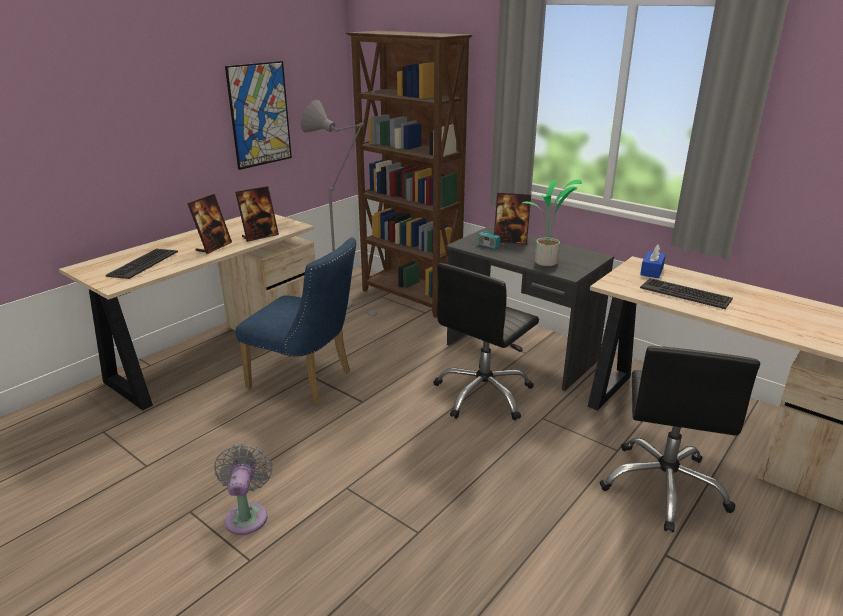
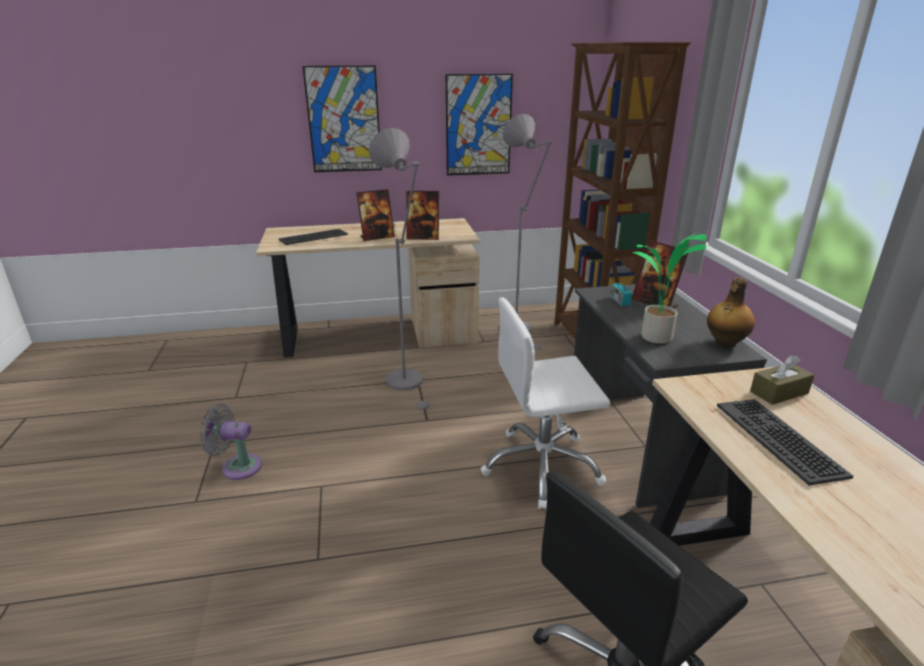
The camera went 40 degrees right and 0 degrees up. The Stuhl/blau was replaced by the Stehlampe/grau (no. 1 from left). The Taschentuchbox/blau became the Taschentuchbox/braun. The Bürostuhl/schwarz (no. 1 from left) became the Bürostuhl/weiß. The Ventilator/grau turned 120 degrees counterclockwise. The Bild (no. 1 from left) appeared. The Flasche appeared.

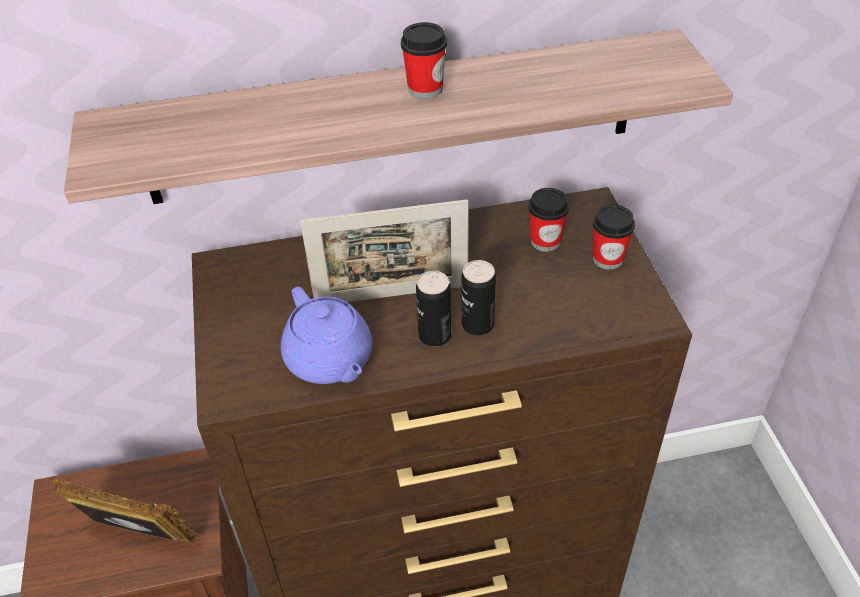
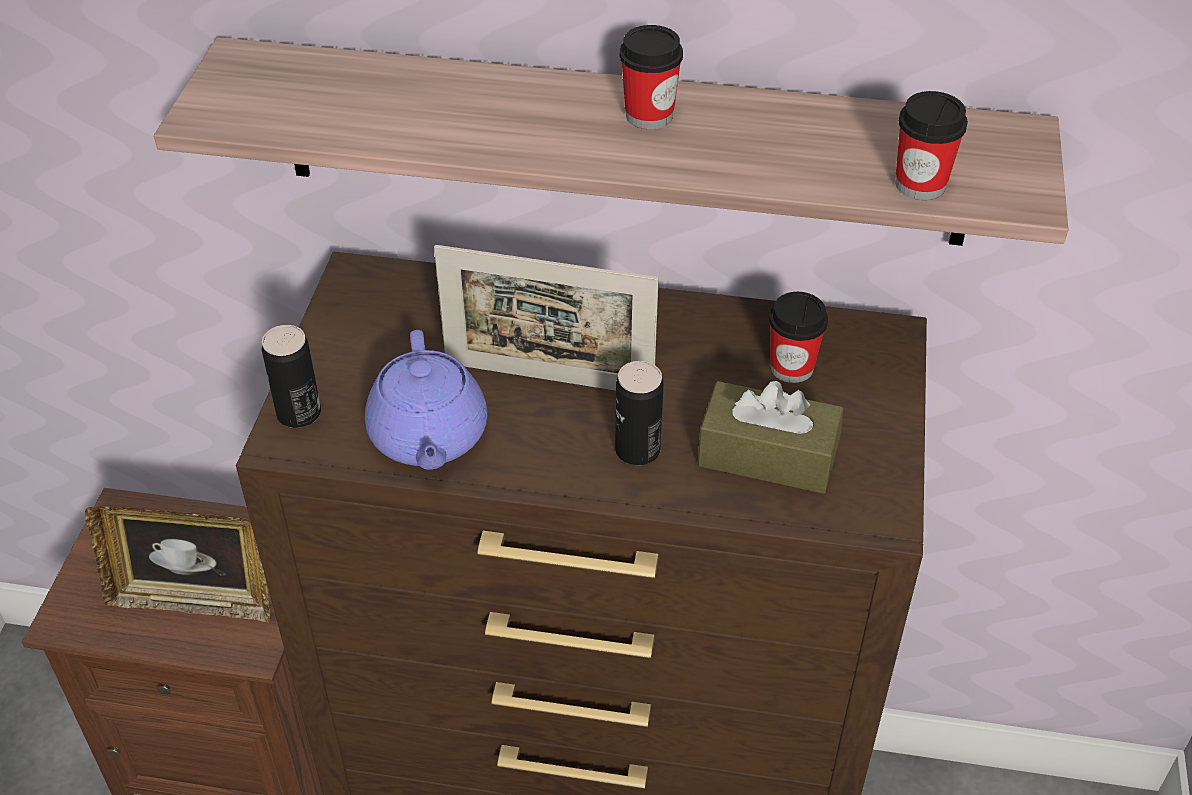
The camera went 20 degrees right and 0 degrees up. The Tasse (no. 3 from left) moved. The Dose (no. 1 from left) moved. The Bilderrahmen (no. 1 from left) turned 150 degrees clockwise. The Taschentuchbox/braun appeared.

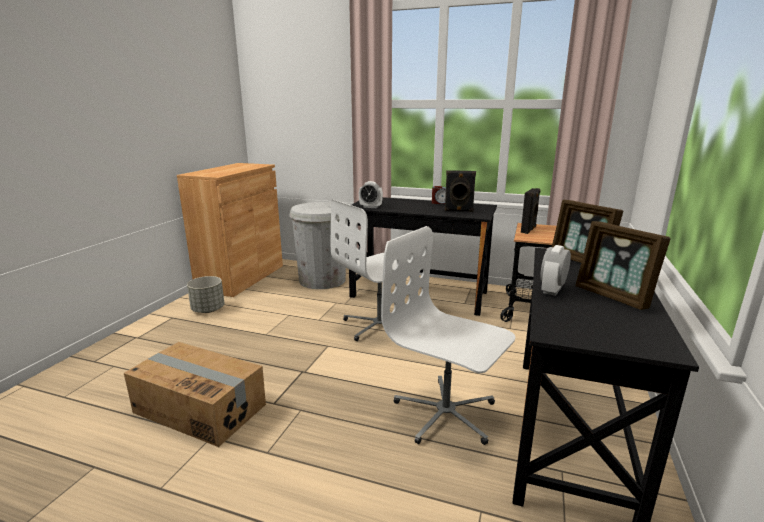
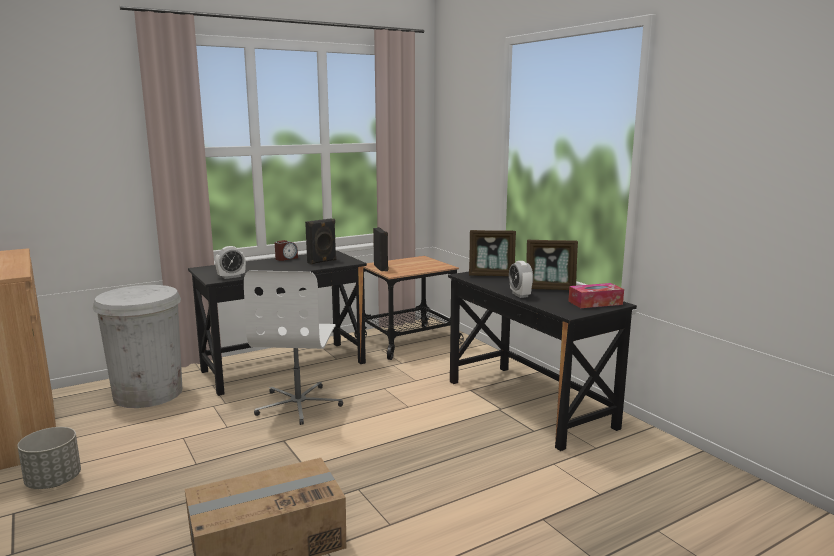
The camera went 50 degrees left and 5 degrees down. The Bürostuhl/weiß (no. 2 from left) disappeared. The Taschentuchbox appeared.

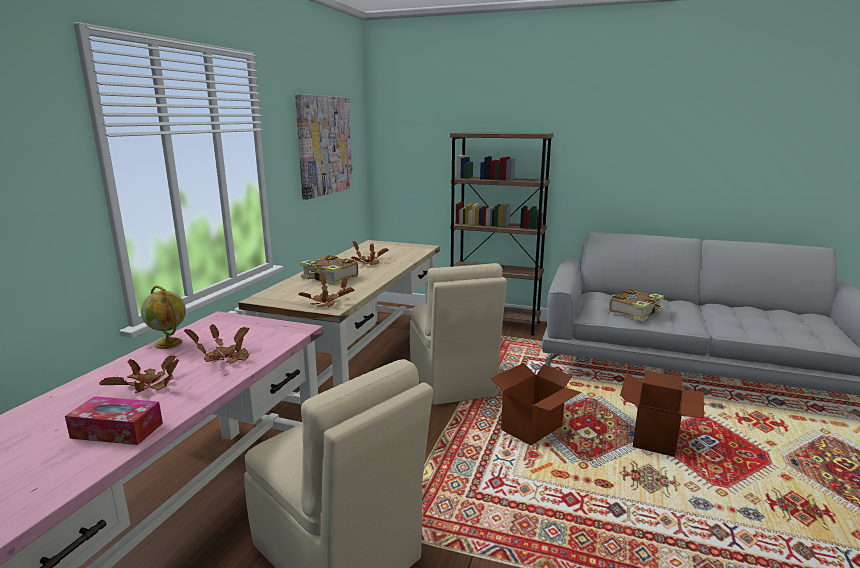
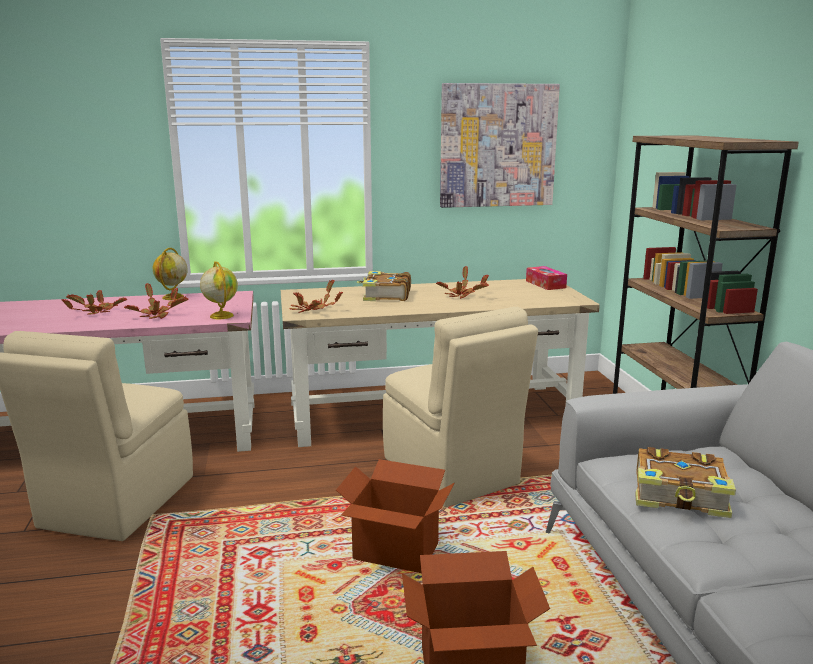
The camera went 60 degrees right and 0 degrees up. The Stuhl/beige (no. 2 from left) turned 75 degrees counterclockwise. The Taschentuchbox moved. The Globus (no. 2 from left) appeared.

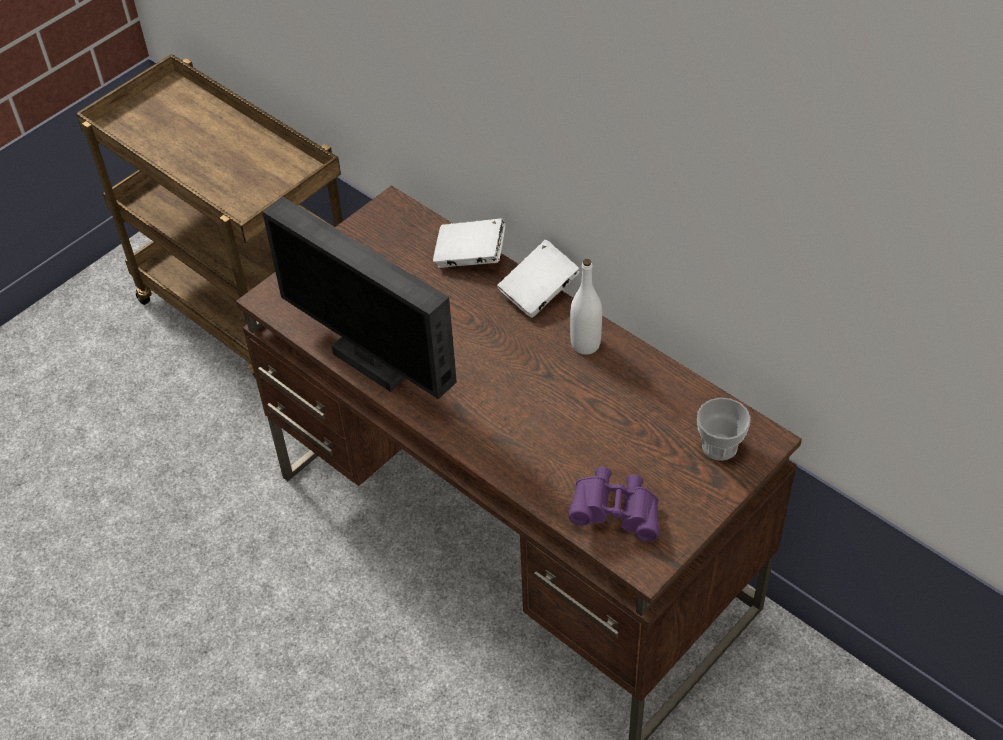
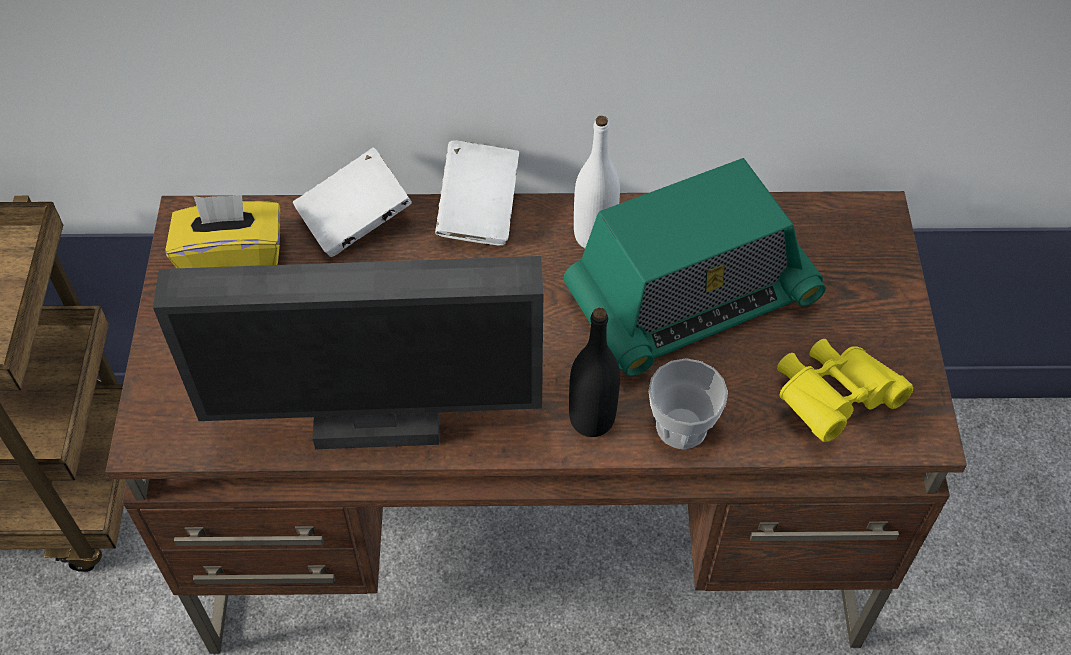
The camera went 45 degrees left and 5 degrees up. The Tasse moved. The Fernglas/lila became the Fernglas/gelb. The Radio appeared. The Taschentuchbox/gelb appeared. The Flasche/schwarz appeared.

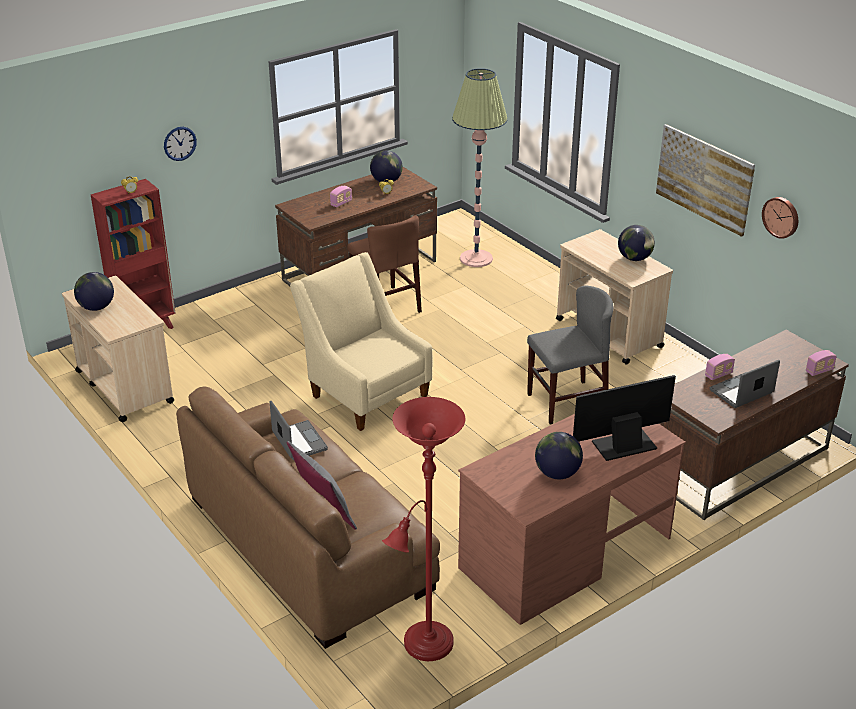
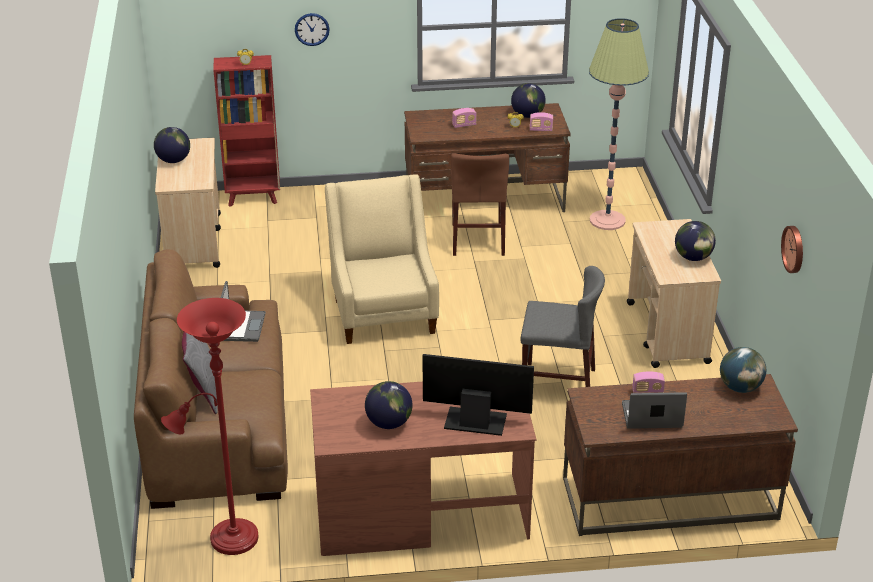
The camera went 30 degrees right and 0 degrees up. The Bild disappeared. The Radio (no. 3 from left in the first image) moved. The Globus (no. 5 from left) appeared.

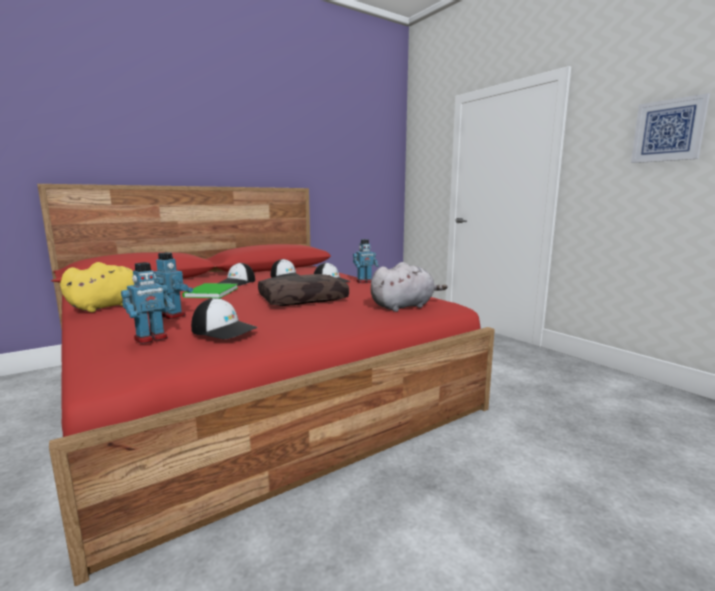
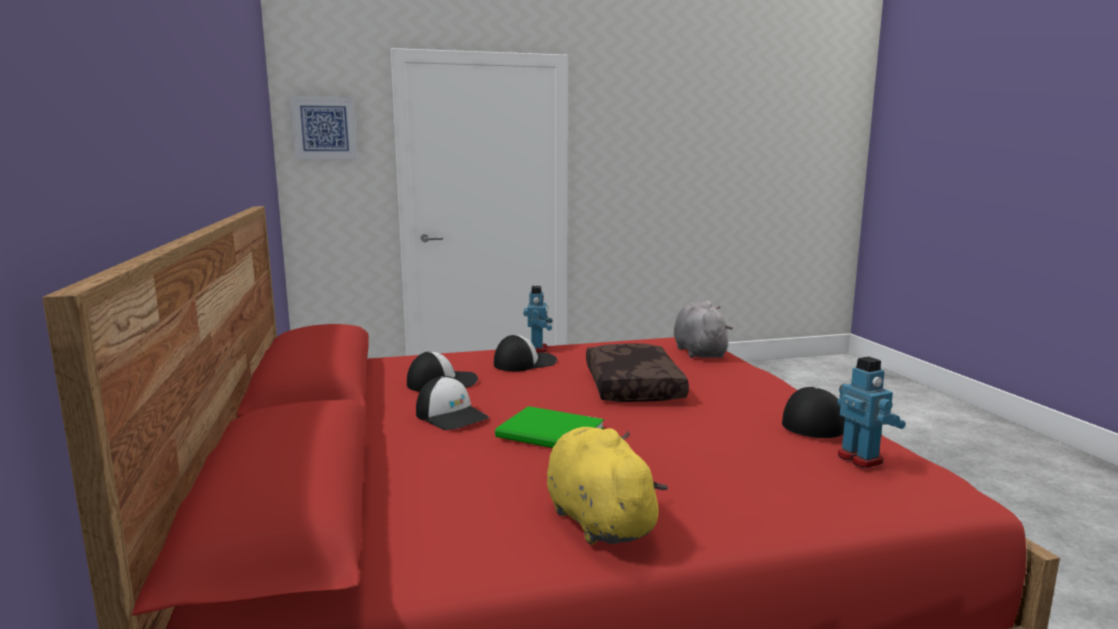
The camera went 70 degrees left and 0 degrees up. The Bild moved. The Spielzeugroboter (no. 2 from left) disappeared.

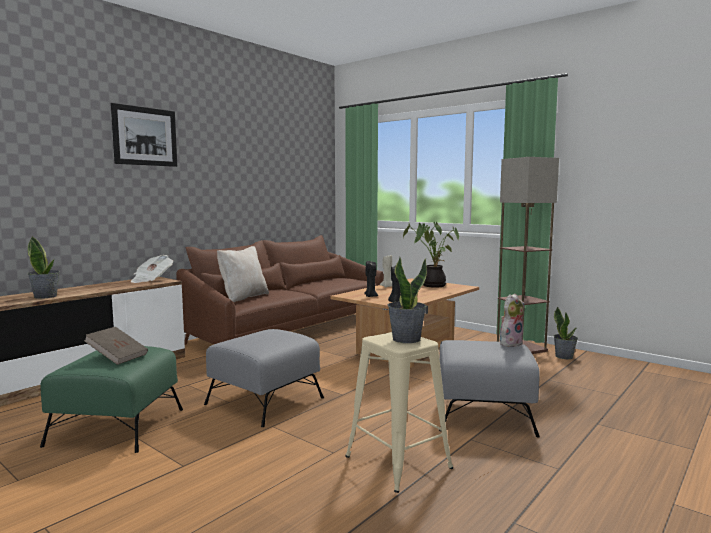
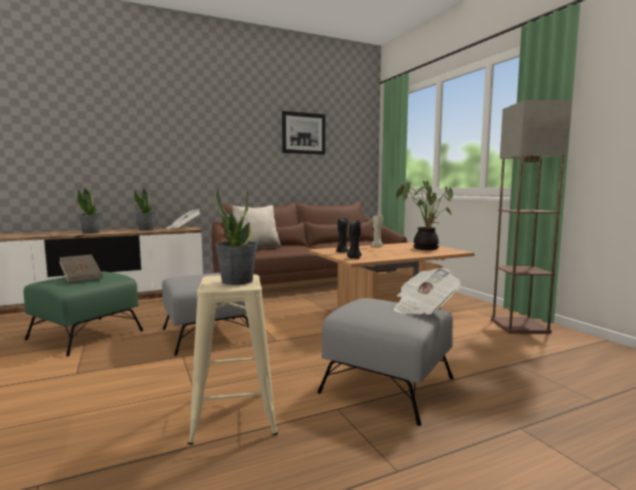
The camera went 25 degrees right and 0 degrees up. The Bild moved. The Plüschtier was replaced by the Zeitung (no. 2 from left). The Topfpflanze (no. 4 from left in the first image) moved.

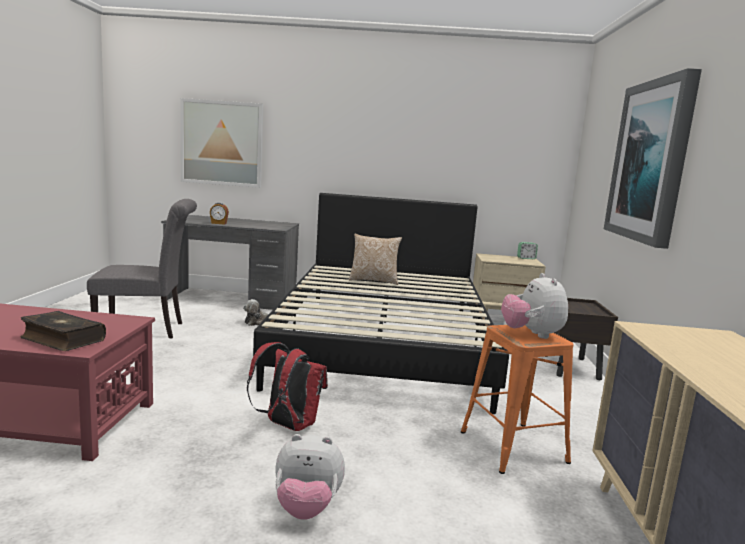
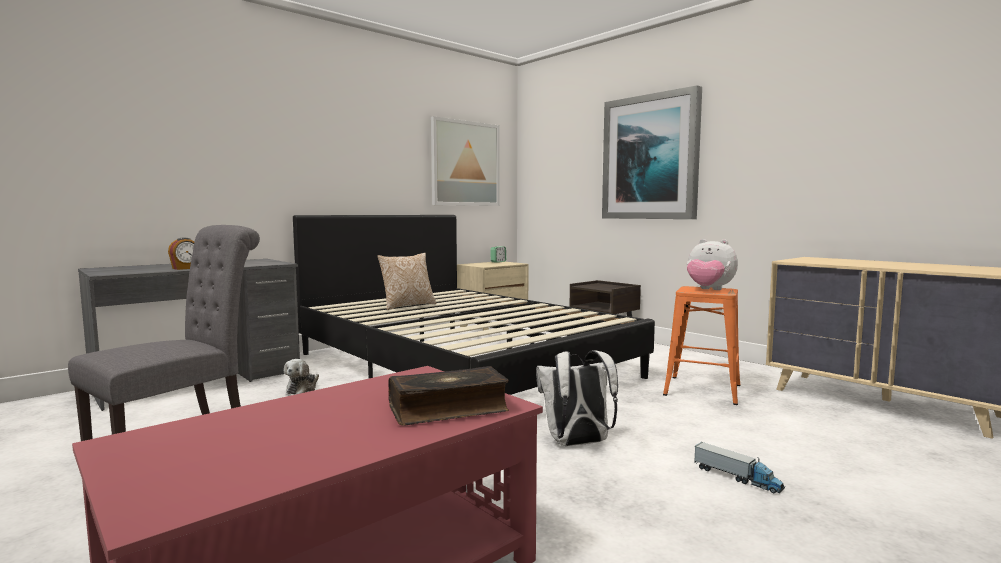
The camera went 45 degrees left and 5 degrees down. The Bild (no. 1 from left) moved. The Rucksack/rot became the Rucksack/weiß. The Plüschtier (no. 2 from left) was replaced by the Spielzeuglaster.

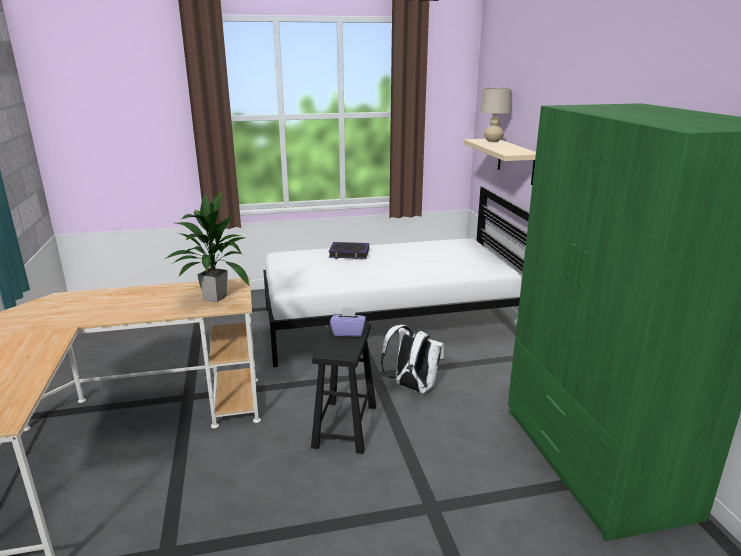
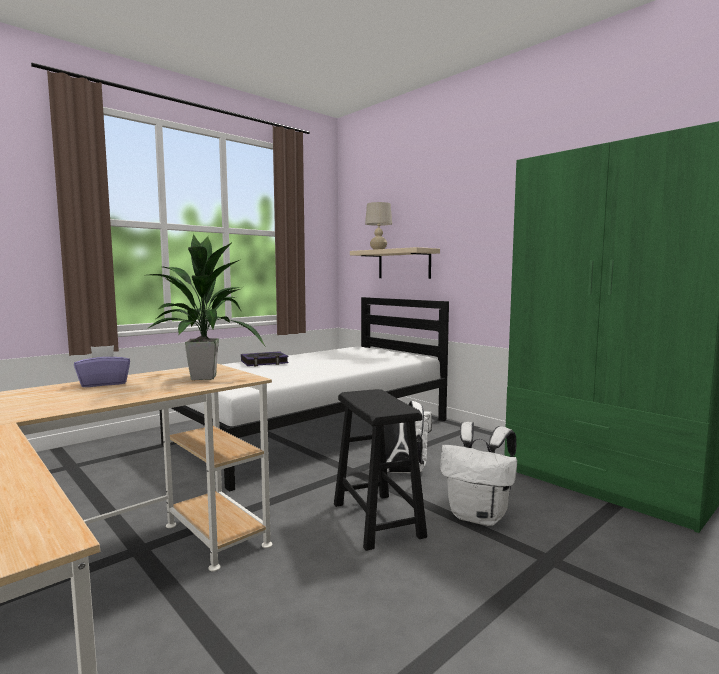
The camera went 30 degrees left and 15 degrees down. The Taschentuchbox/lila moved. The Rucksack/weiß (no. 2 from left) appeared.

